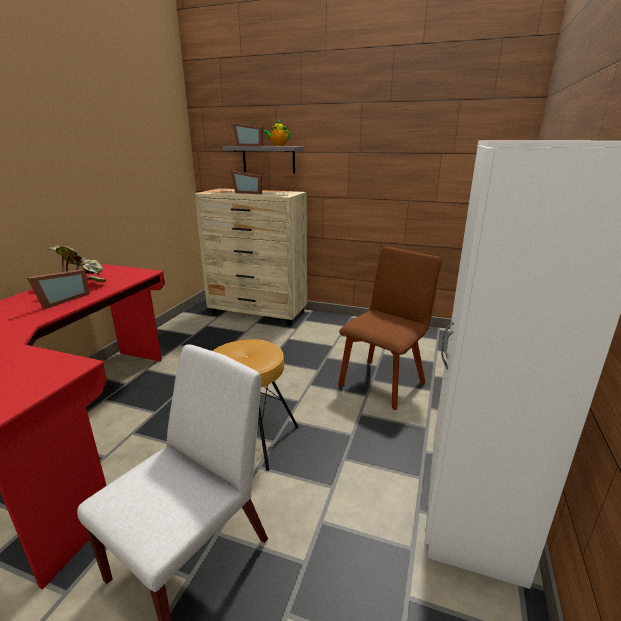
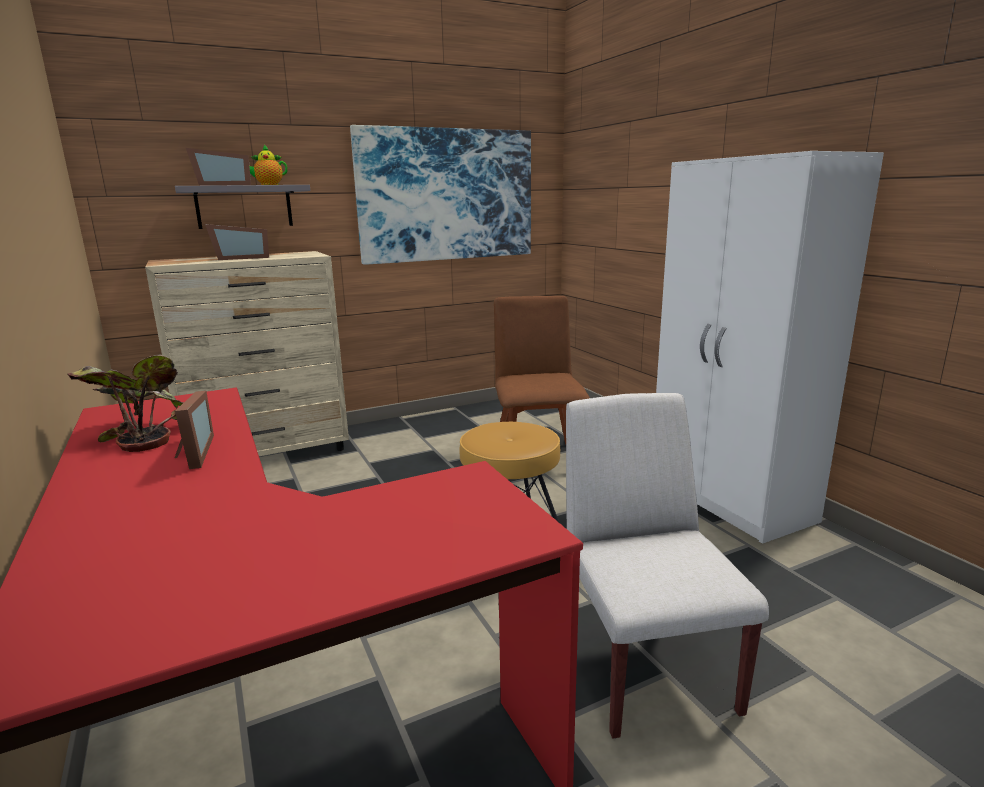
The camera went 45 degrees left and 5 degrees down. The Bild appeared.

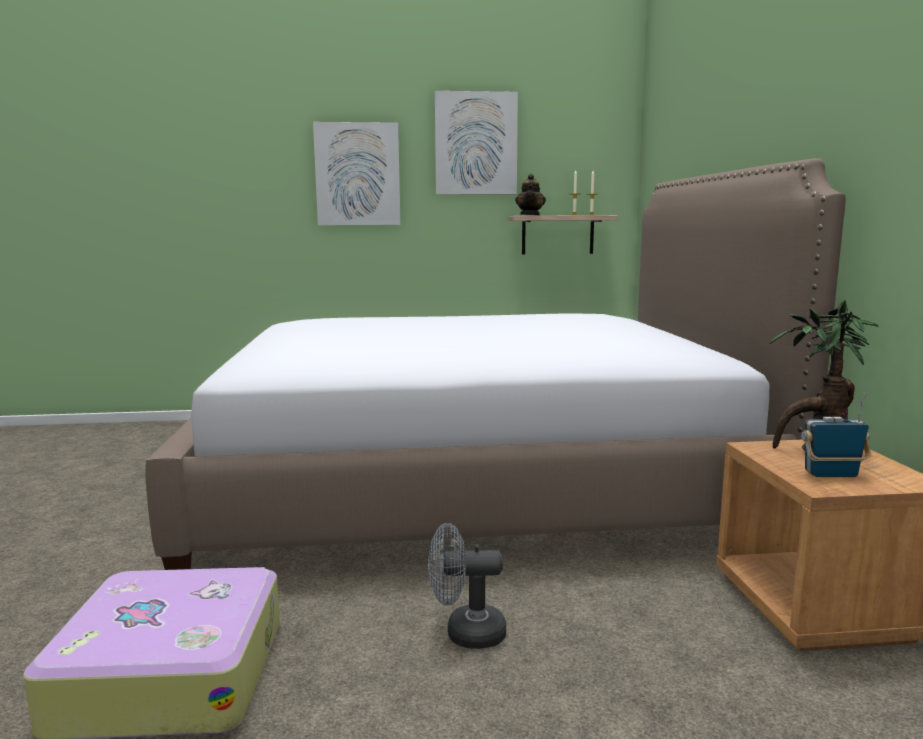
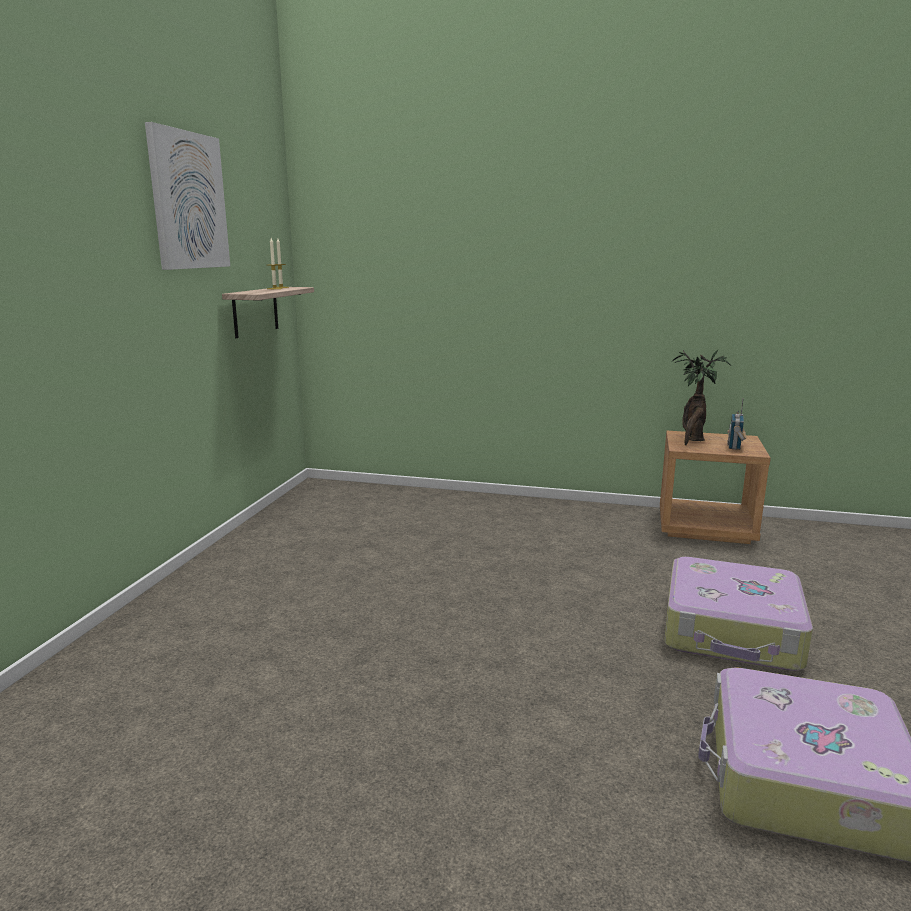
The camera went 70 degrees left and 5 degrees up. The Bild (no. 1 from left) disappeared. The Bett disappeared. The Teekanne disappeared. The Ventilator/grau was replaced by the Koffer (no. 1 from left).

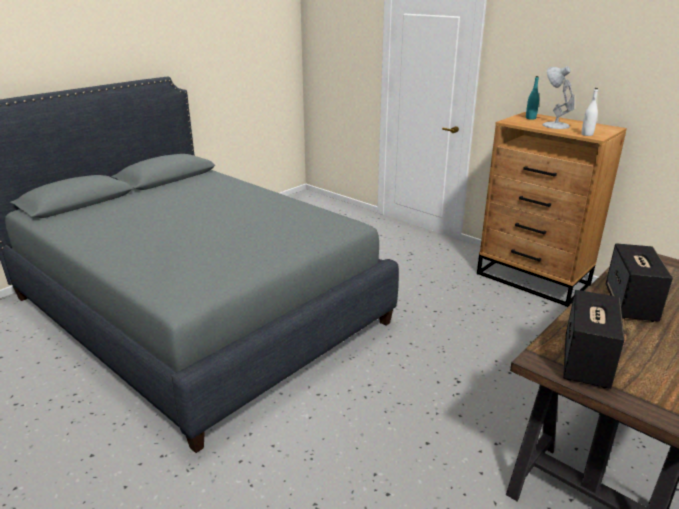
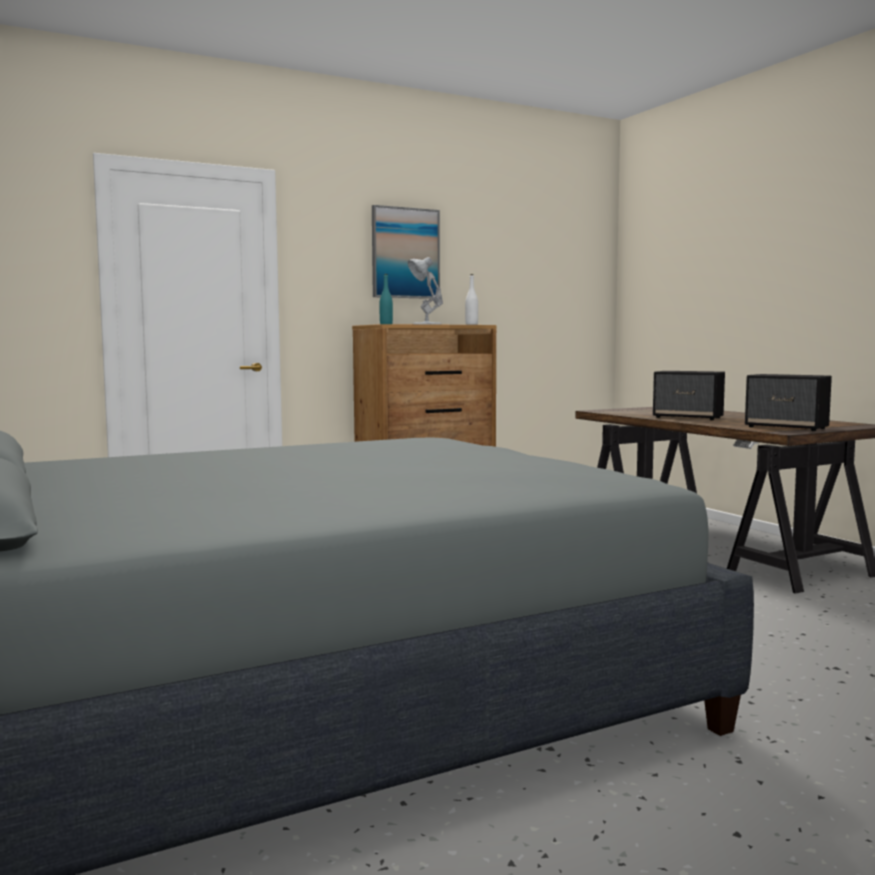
The camera went 70 degrees left and 20 degrees down. The Bild appeared.

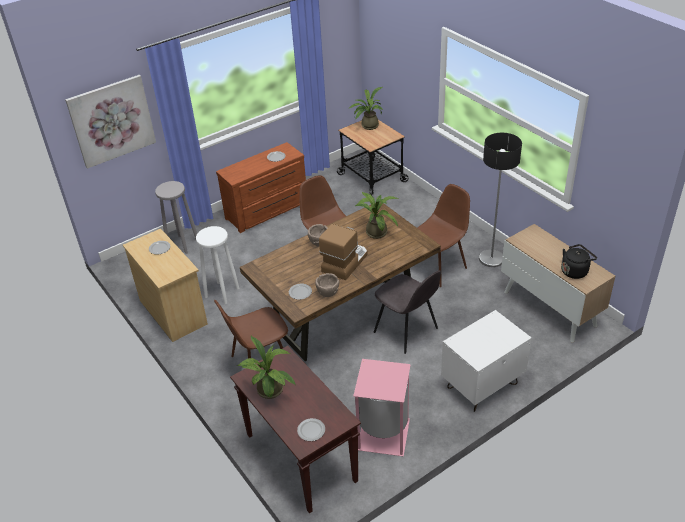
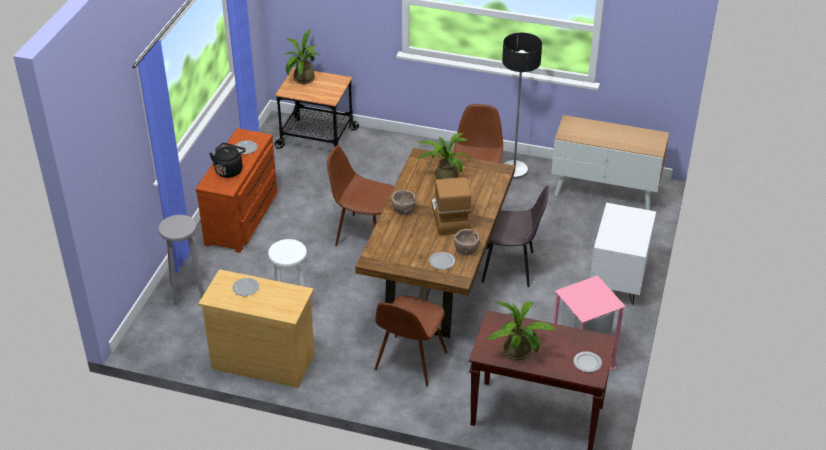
The camera went 40 degrees left and 0 degrees up. The Bild disappeared. The Wasserkessel/schwarz moved.

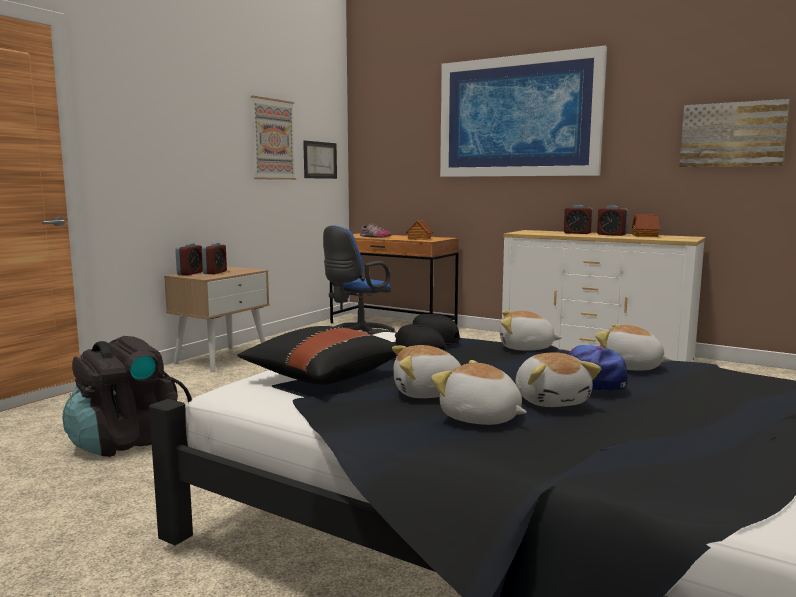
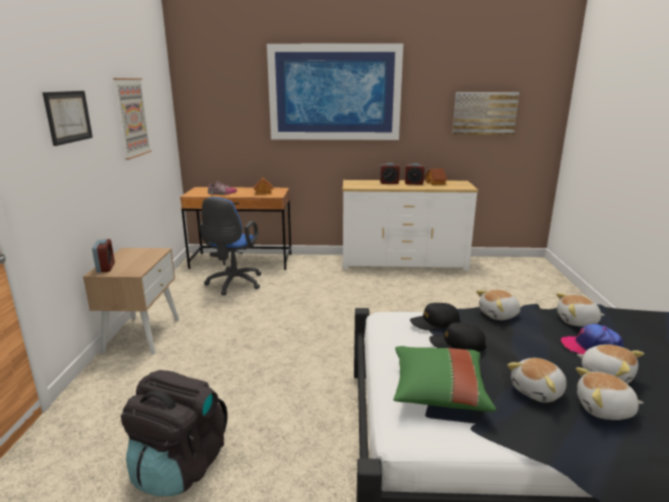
The camera went 30 degrees left and 10 degrees up. The Bild (no. 2 from left in the first image) moved. The Wecker (no. 2 from left) disappeared. The Kissen/schwarz became the Kissen/grün.

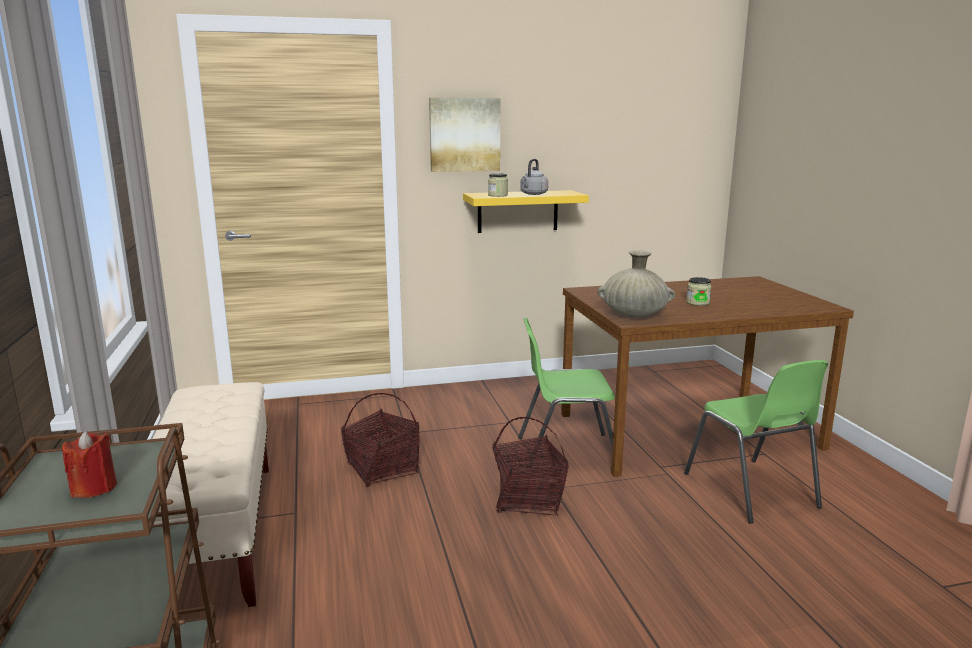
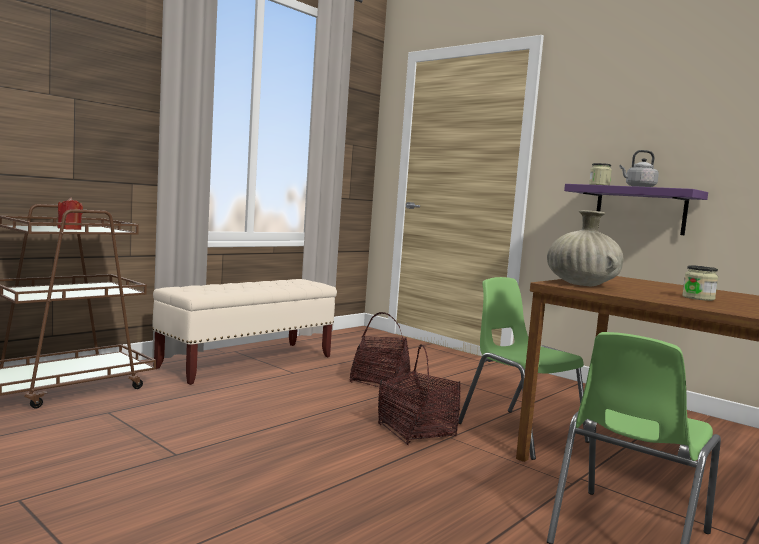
The camera went 55 degrees right and 10 degrees down. The Bild disappeared. The Wandregal/gelb became the Wandregal/lila.

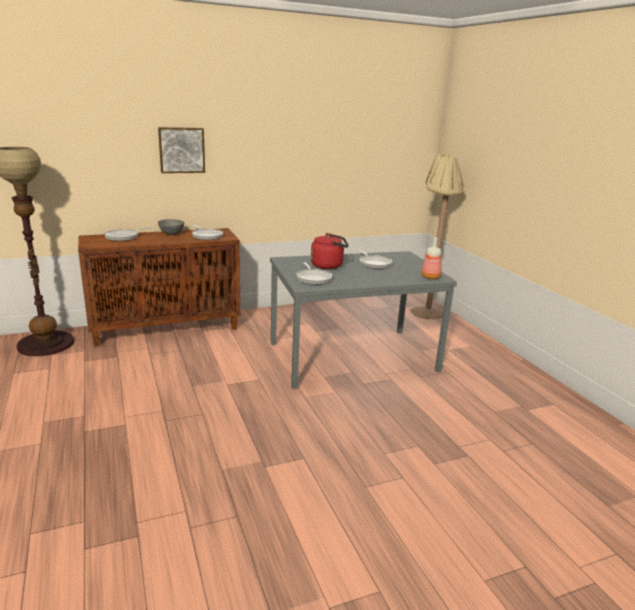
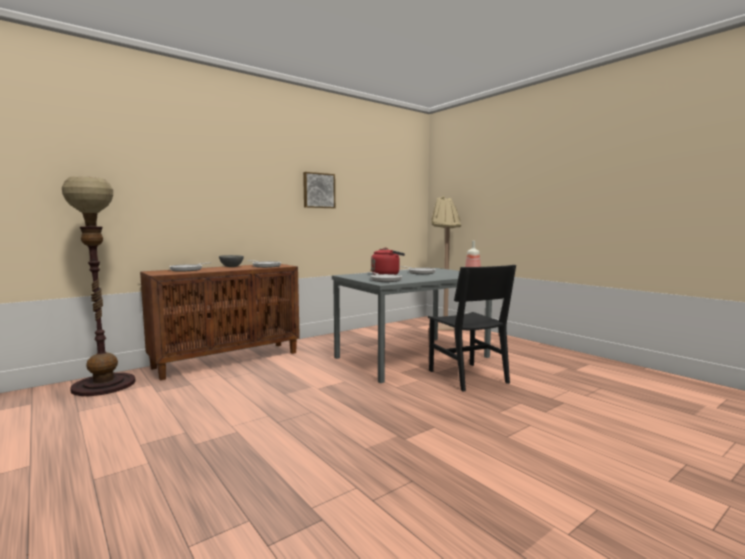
The camera went 15 degrees left and 15 degrees down. The Bild moved. The Stuhl/schwarz appeared.

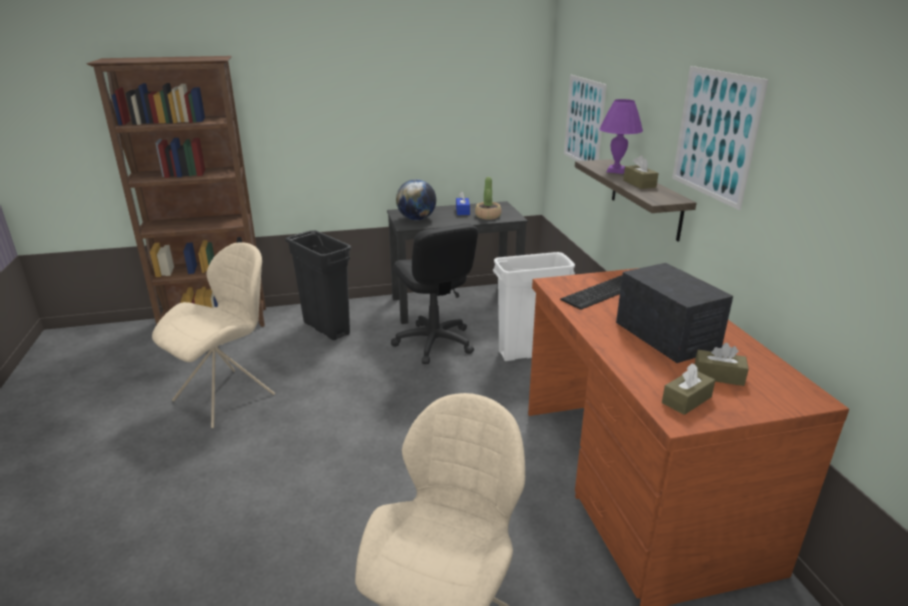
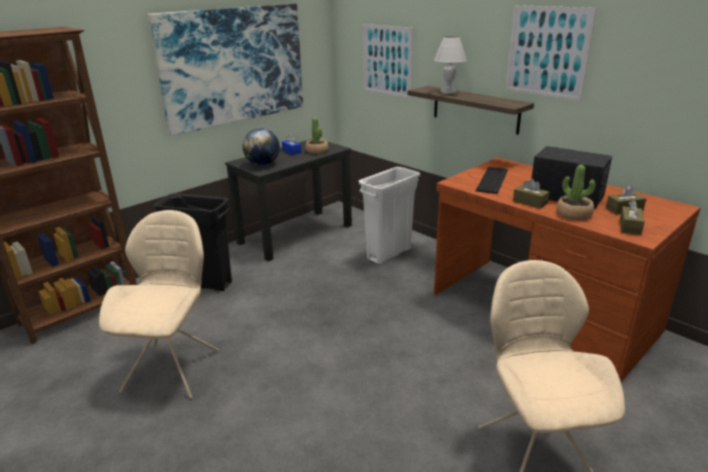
The camera went 30 degrees left and 0 degrees up. The Tischlampe/lila became the Tischlampe/weiß. The Taschentuchbox/braun (no. 1 from left) moved. The Bürostuhl/schwarz disappeared. The Bild (no. 1 from left) appeared. The Topfpflanze (no. 2 from left) appeared.

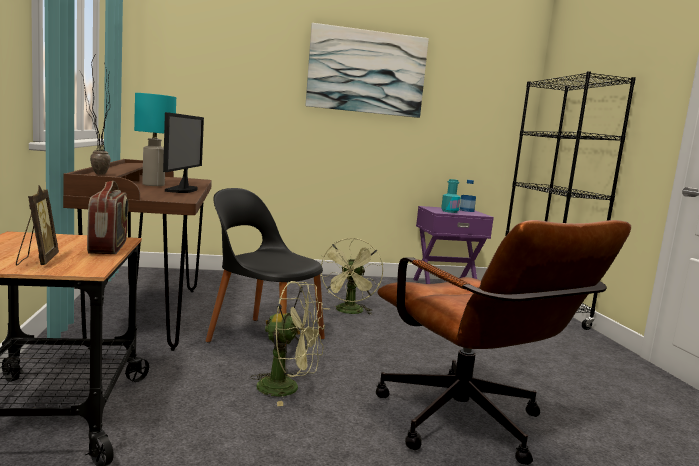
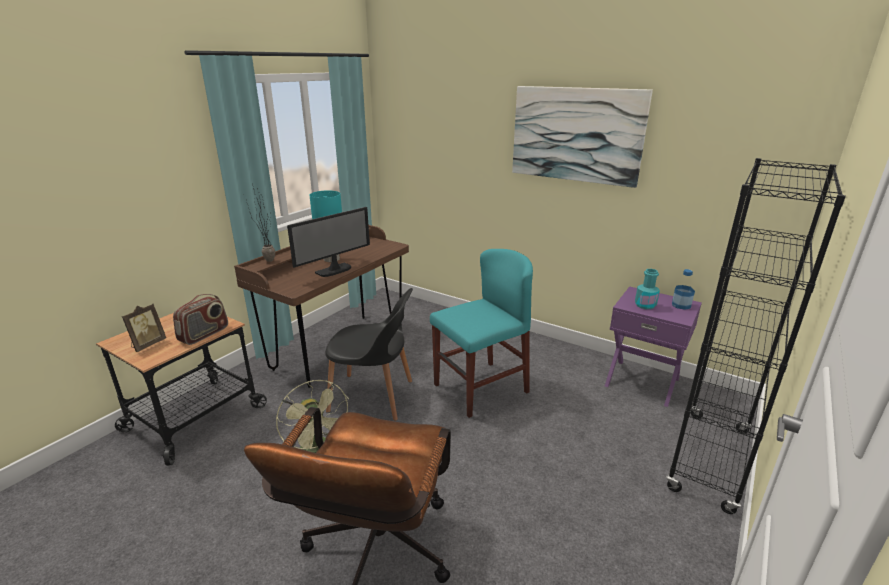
The camera went 45 degrees right and 15 degrees up. The Stuhl/schwarz turned 120 degrees clockwise. The Ventilator/grün (no. 2 from left) was replaced by the Stuhl/türkis.

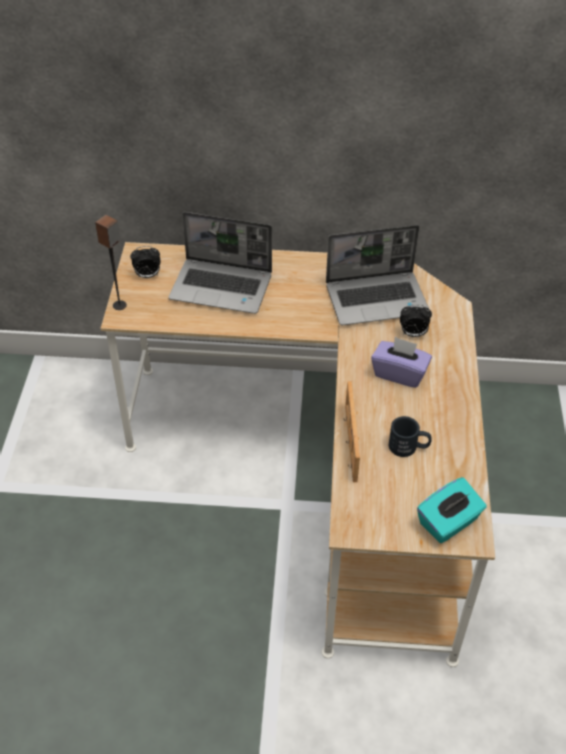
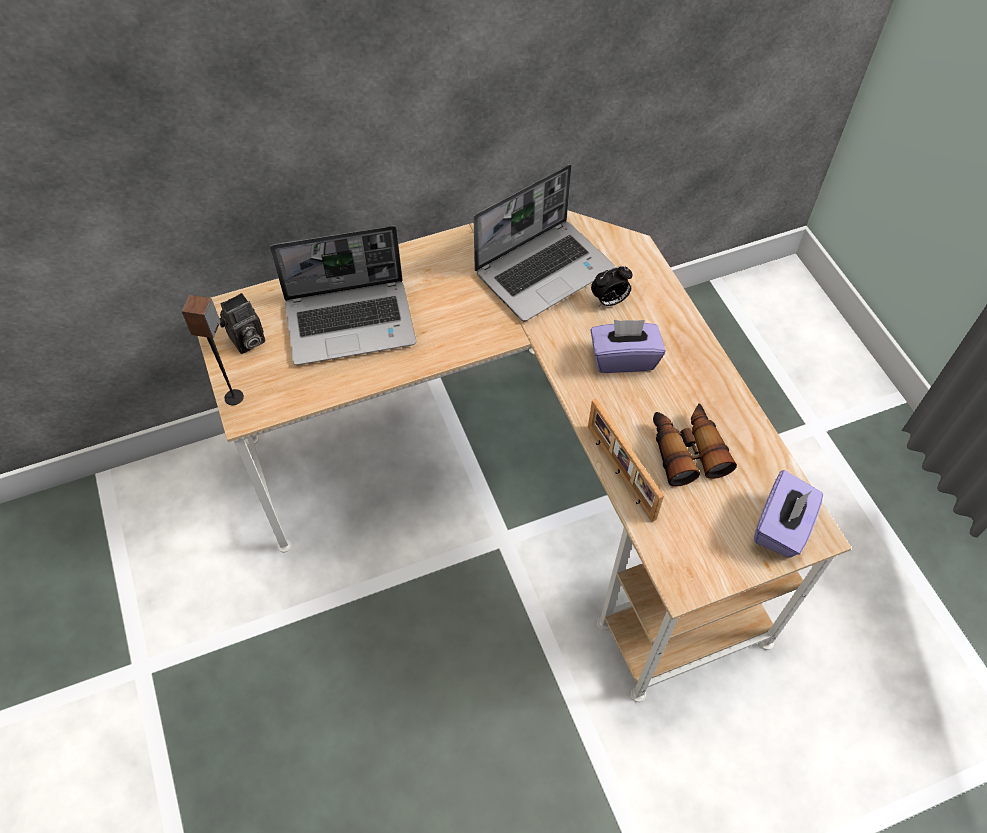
The camera went 25 degrees left and 10 degrees up. The Wecker (no. 1 from left) was replaced by the Kamera. The Henkelbecher/schwarz was replaced by the Fernglas. The Taschentuchbox/türkis became the Taschentuchbox/lila (no. 2 from left).

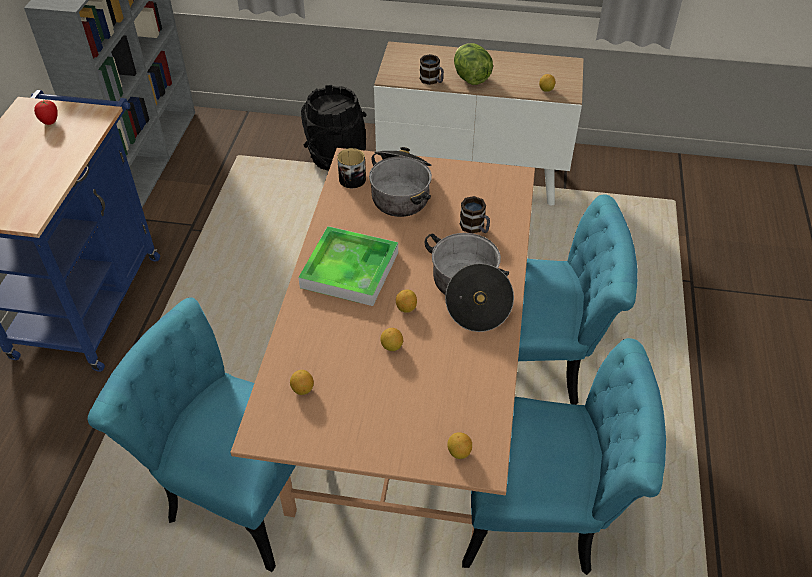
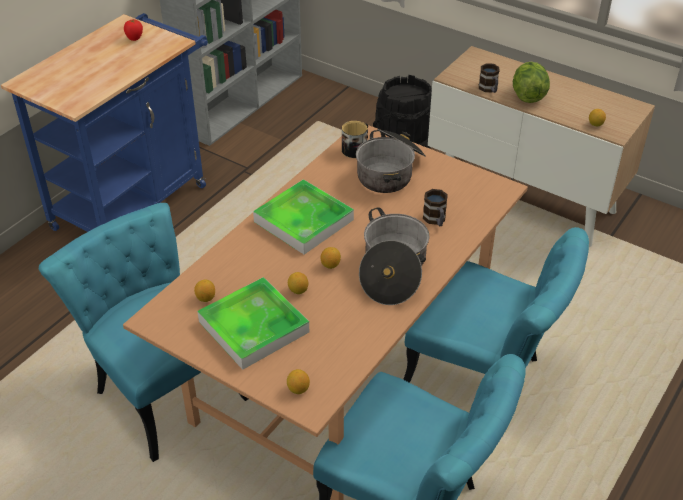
The camera went 25 degrees right and 5 degrees down. The Tablett (no. 1 from left) appeared.

